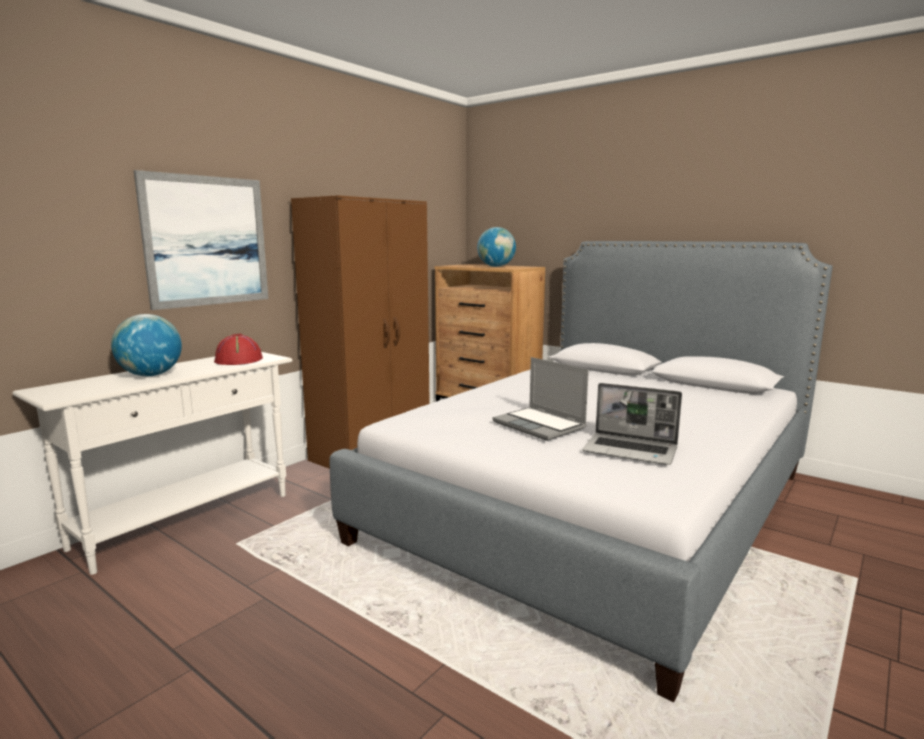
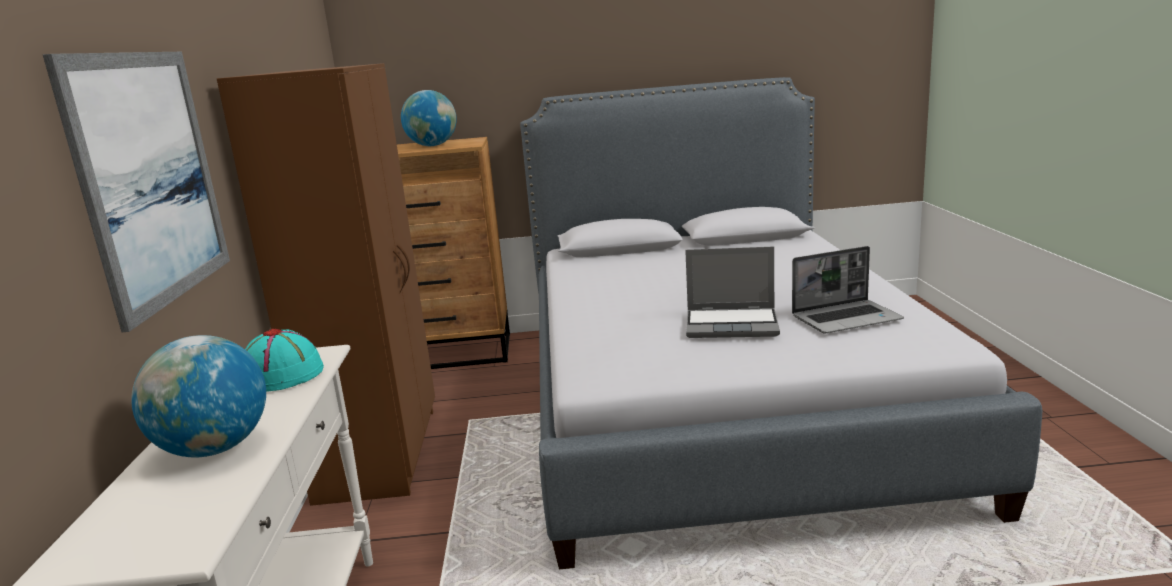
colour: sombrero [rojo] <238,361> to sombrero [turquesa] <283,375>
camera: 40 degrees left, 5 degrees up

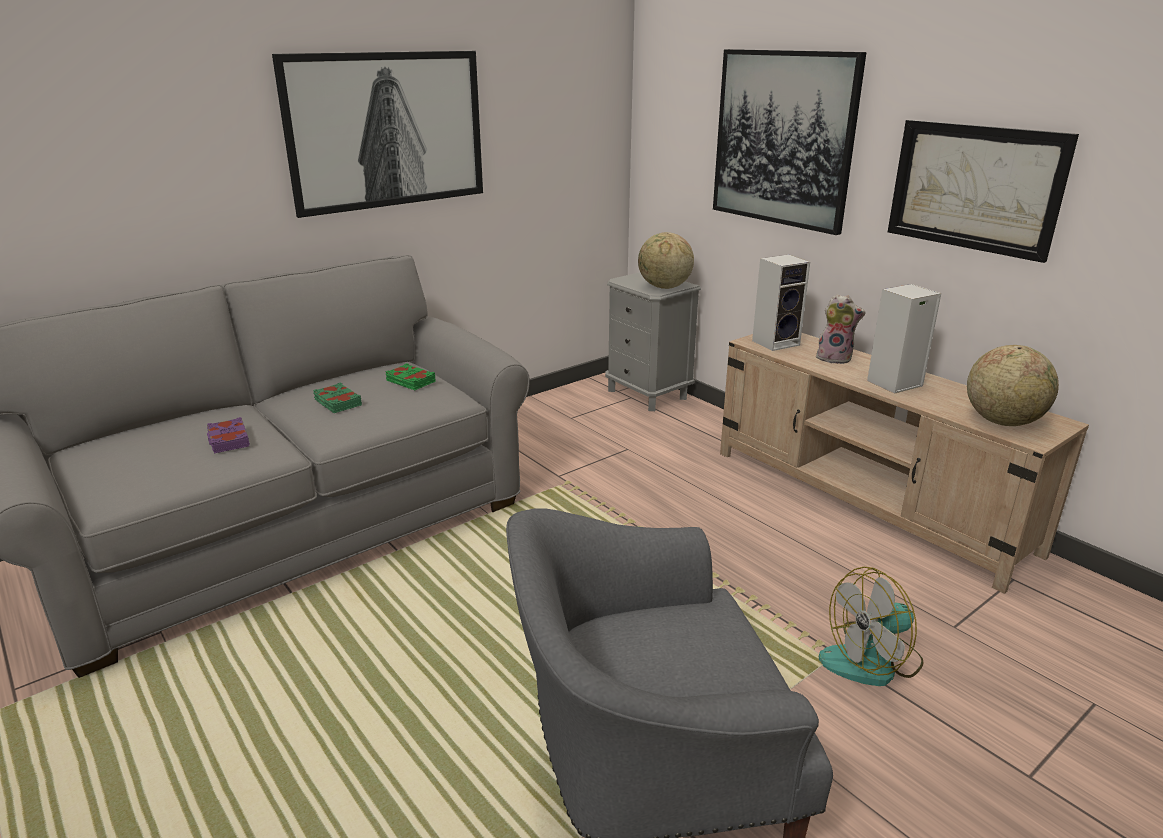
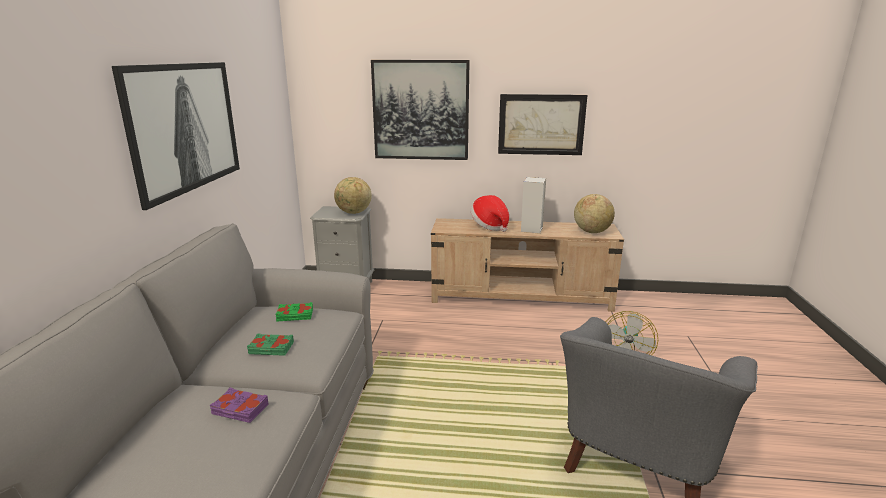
missing: altavoz <776,342>
exchanged: peluche <835,358> to sombrero <490,226>
camera: 45 degrees left, 5 degrees down

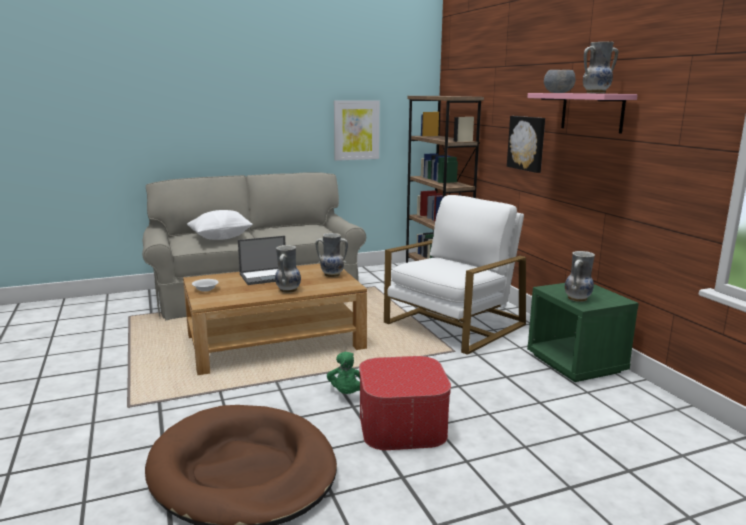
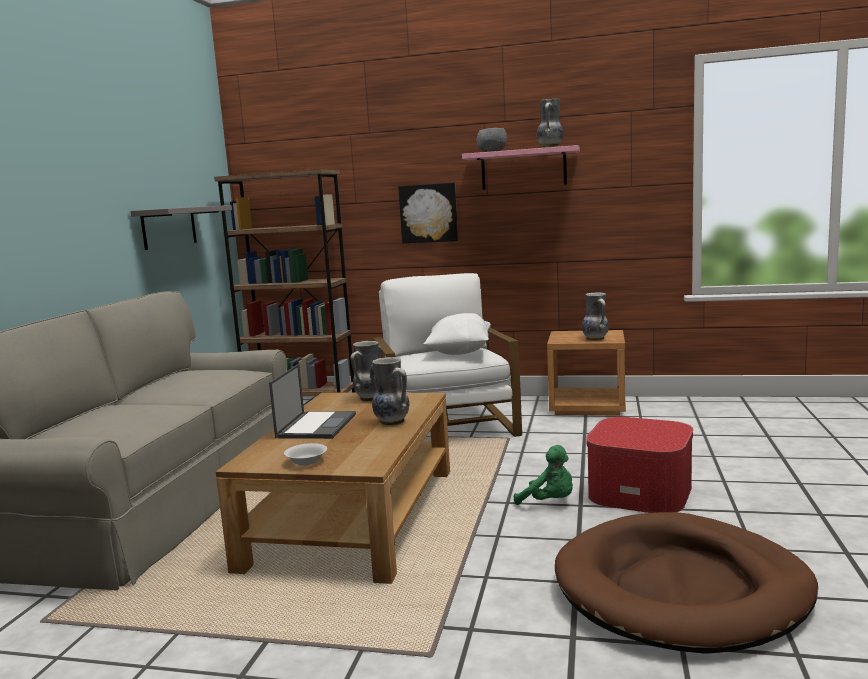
relocated: cojín [blanco] <221,238> to <459,352>
exchanged: cuadro <356,130> to estante [gris] <169,227>
colour: mesita de noche [verde] <576,364> to mesita de noche [marrón] <588,406>
camera: 55 degrees left, 5 degrees down

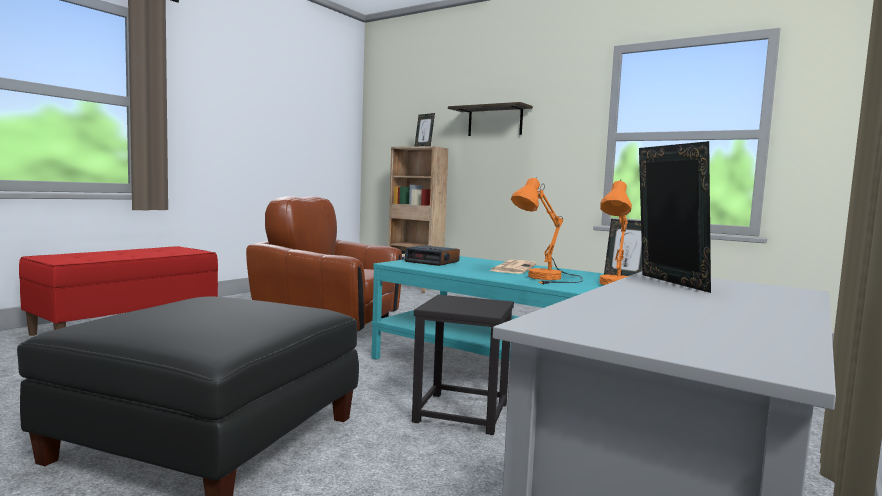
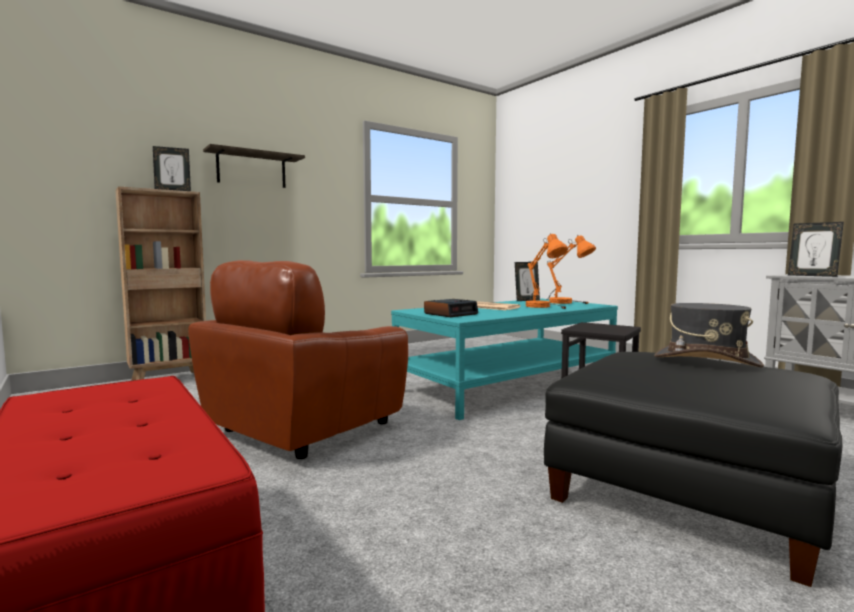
appeared: sombrero [gris] <706,361>
spun: portarretratos <666,283> = <812,275> 135 degrees counterclockwise
camera: 70 degrees left, 0 degrees up

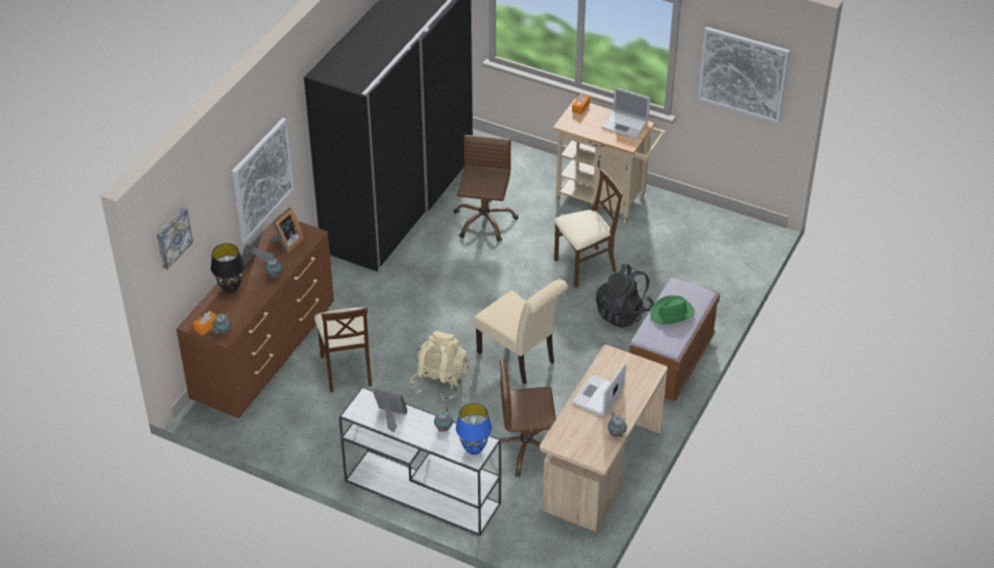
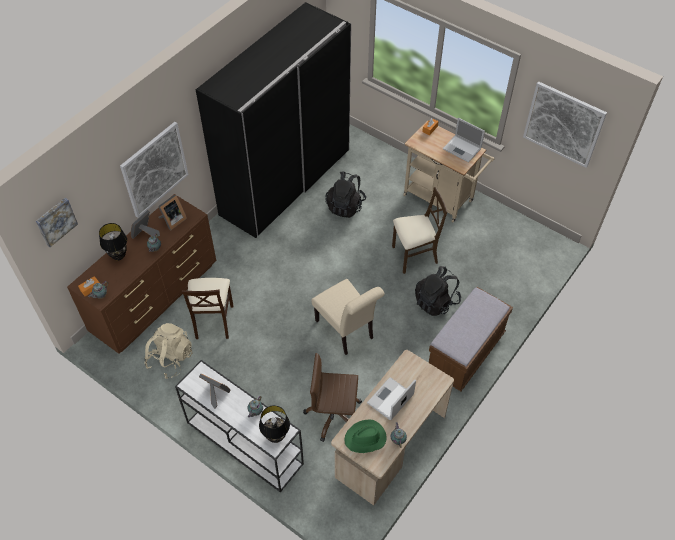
relocated: mochila [beis] <440,381> to <170,359>; sombrero [verde] <672,313> to <365,438>
exchanged: silla de oficina [marrón] <484,221> to mochila [negro] <345,206>
colour: lámpara de mesa [azul] <474,449> to lámpara de mesa [negro] <276,436>
camera: 10 degrees right, 10 degrees up

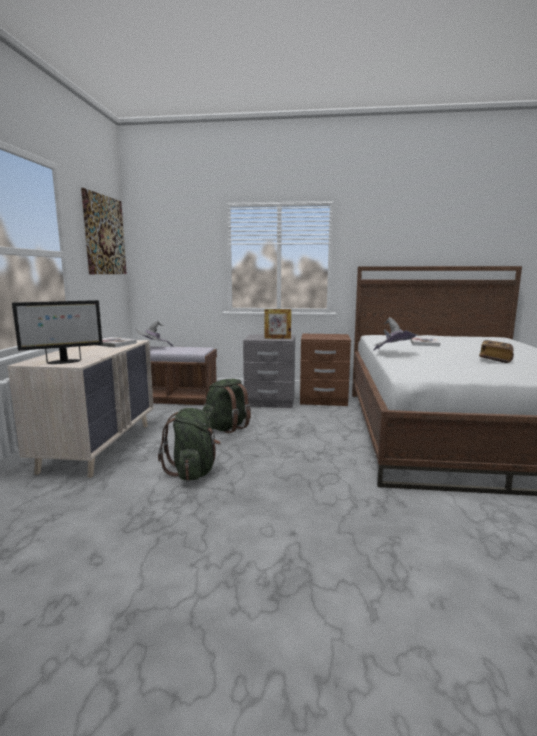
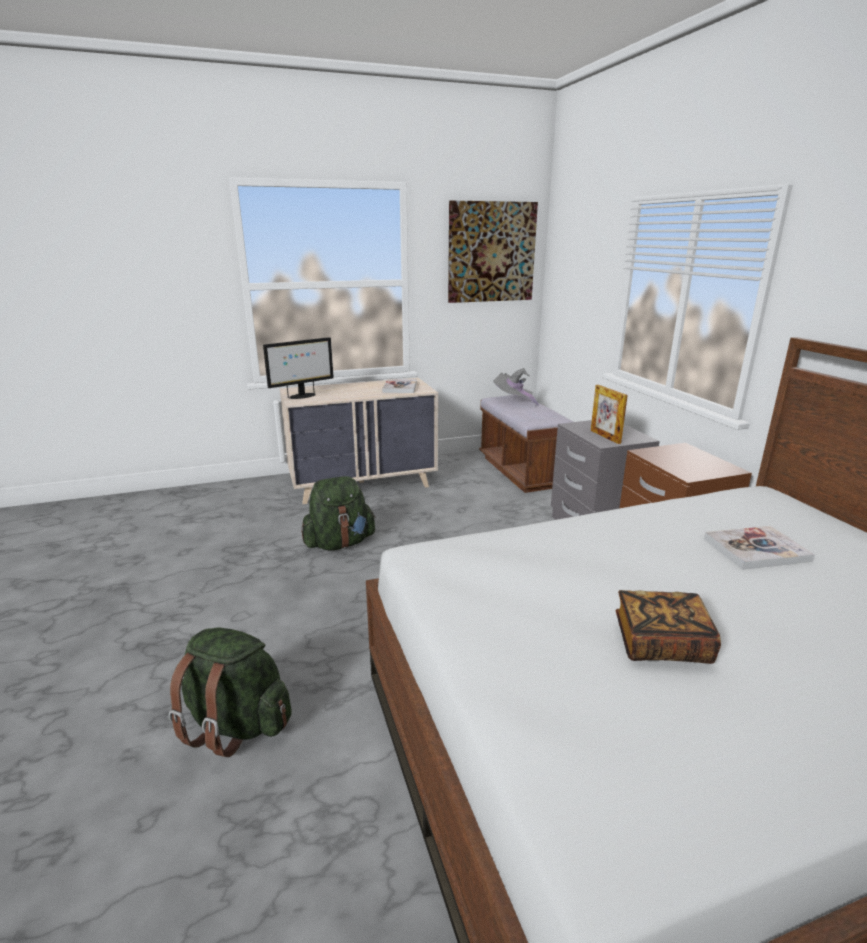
missing: sombrero [gris] <393,354>
relocated: mochila [verde] <227,427> to <237,724>
spun: monitor <63,362> = <302,396> 75 degrees counterclockwise
camera: 65 degrees right, 10 degrees up

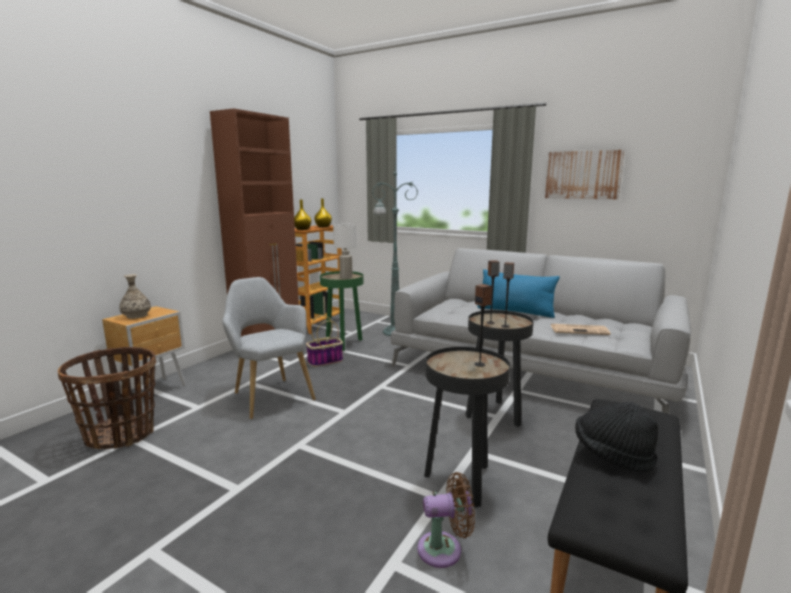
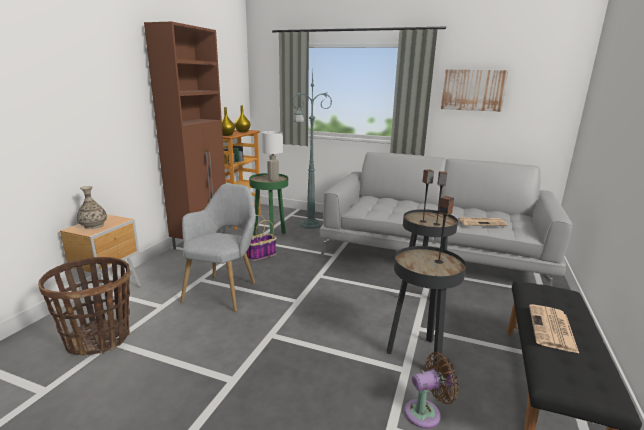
missing: cojín [azul] <515,311>
exchanged: sombrero [negro] <612,455> to periódico <552,329>
spun: sillón [gris] <270,395> = <224,290> 60 degrees clockwise
camera: 10 degrees left, 5 degrees up

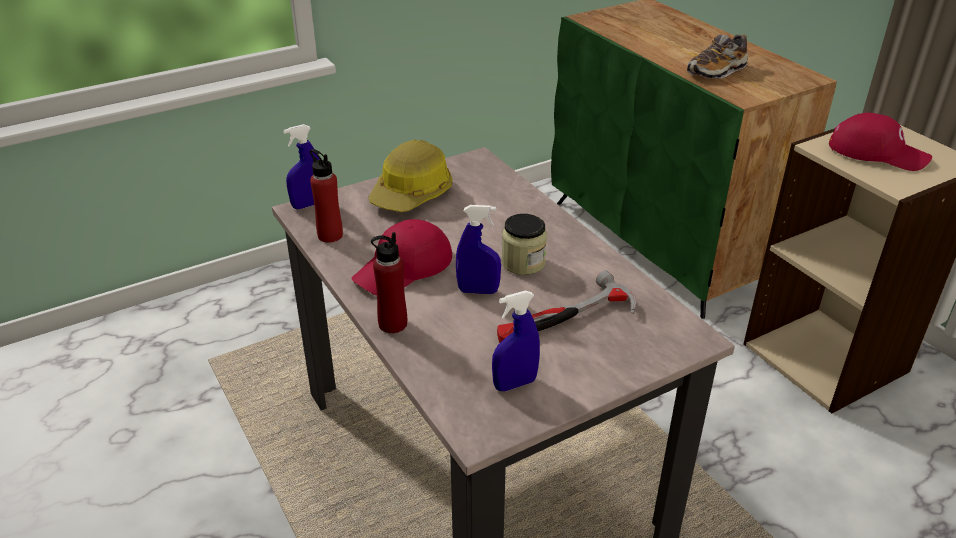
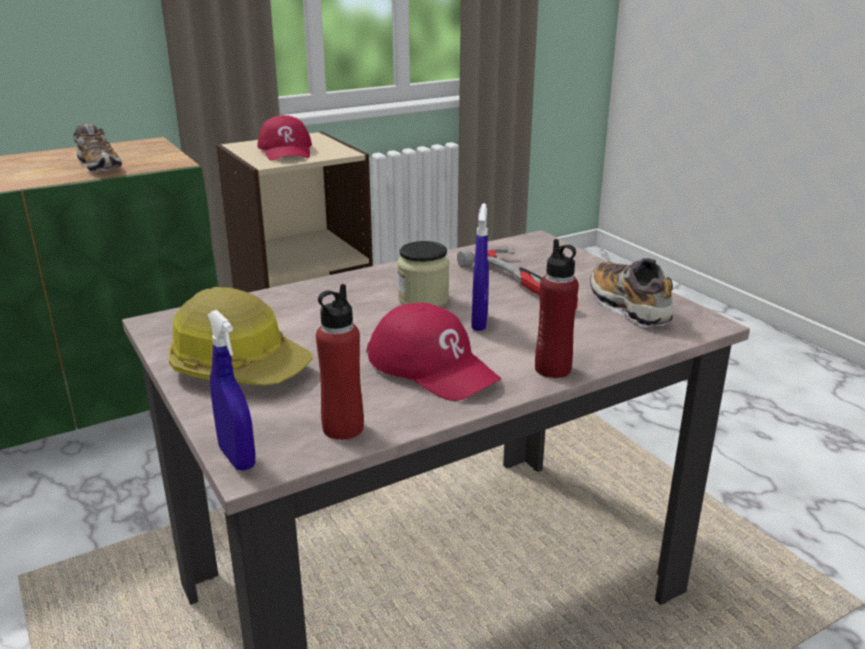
exchanged: pulverizador [azul] <515,384> to zapato <628,306>
spun: gorra [rojo] <877,152> = <286,151> 135 degrees clockwise
camera: 90 degrees left, 10 degrees down

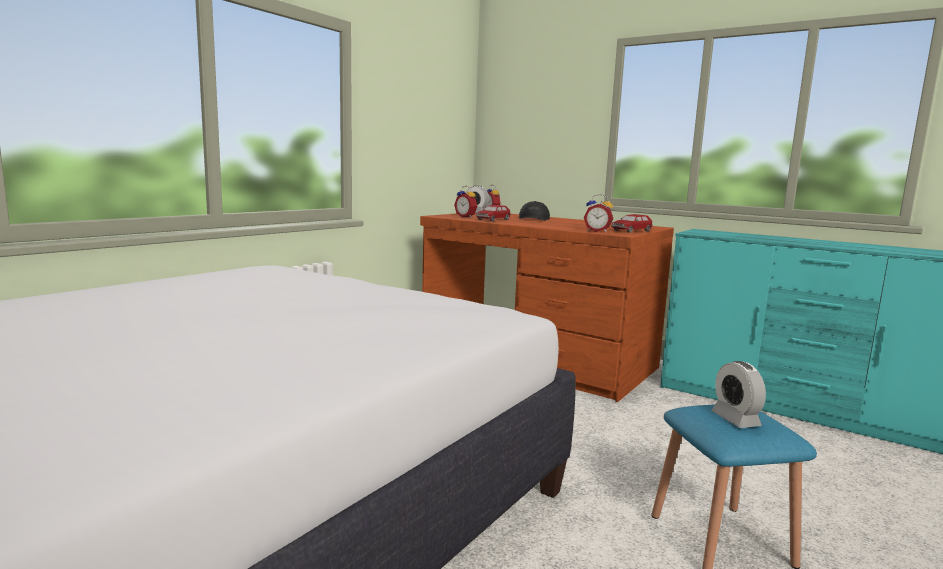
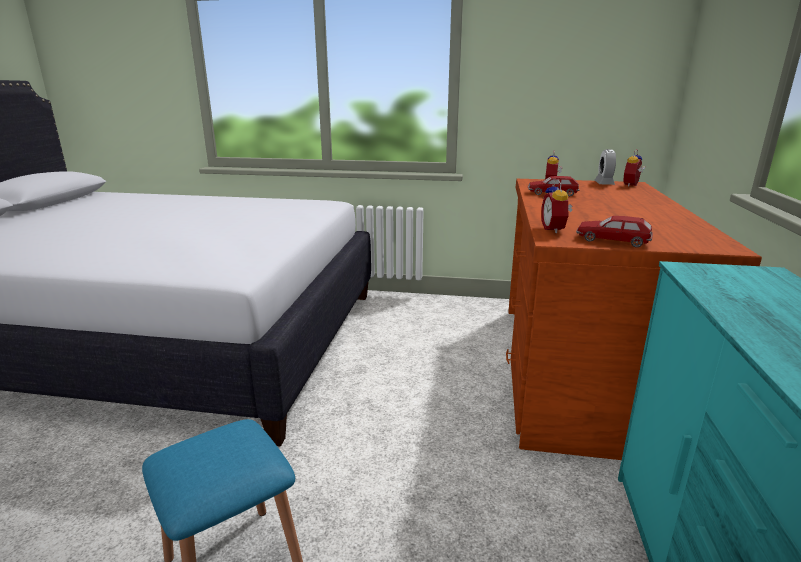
missing: gorra [negro] <533,219>; despertador <735,419>
camera: 65 degrees right, 10 degrees up

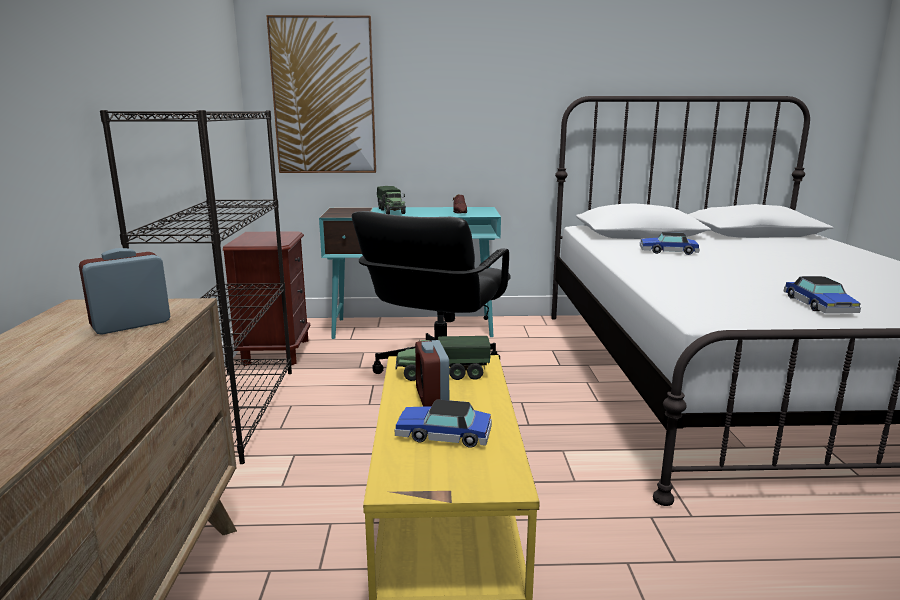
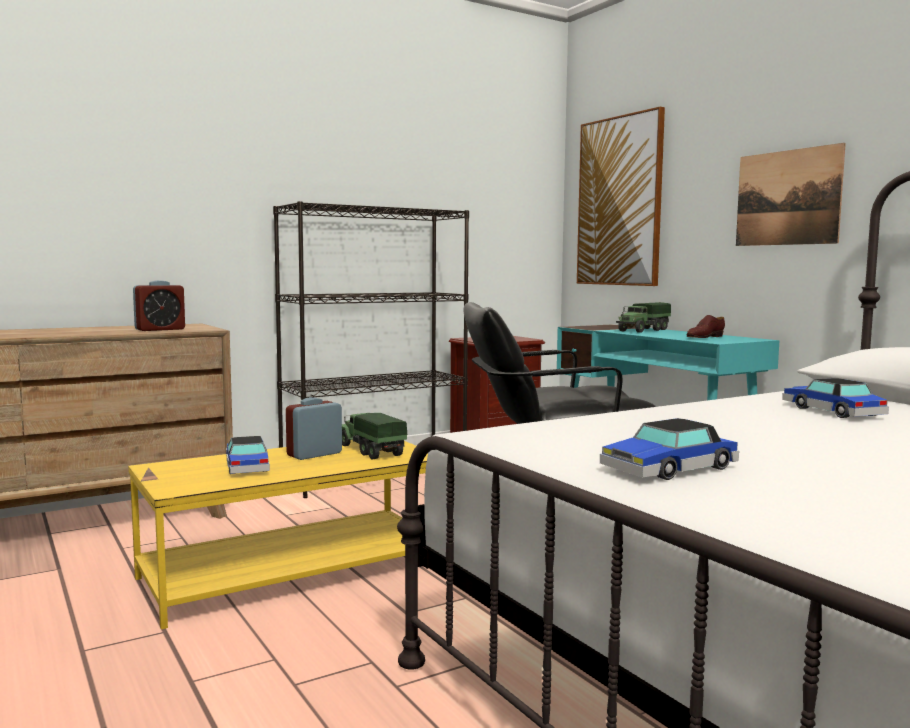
appeared: cuadro <787,197>
spun: despertador <131,324> = <160,329> 120 degrees clockwise
camera: 60 degrees right, 10 degrees down

